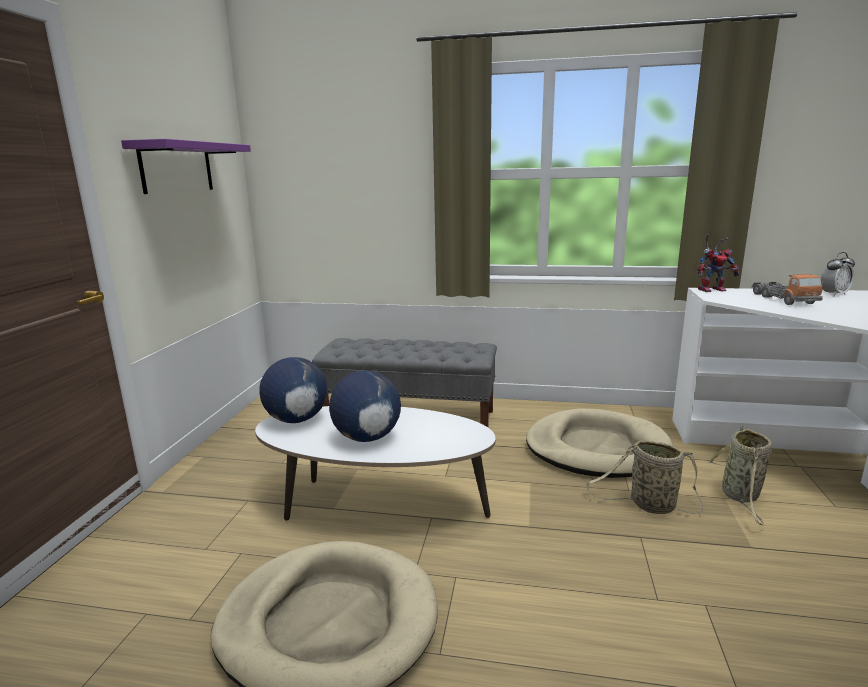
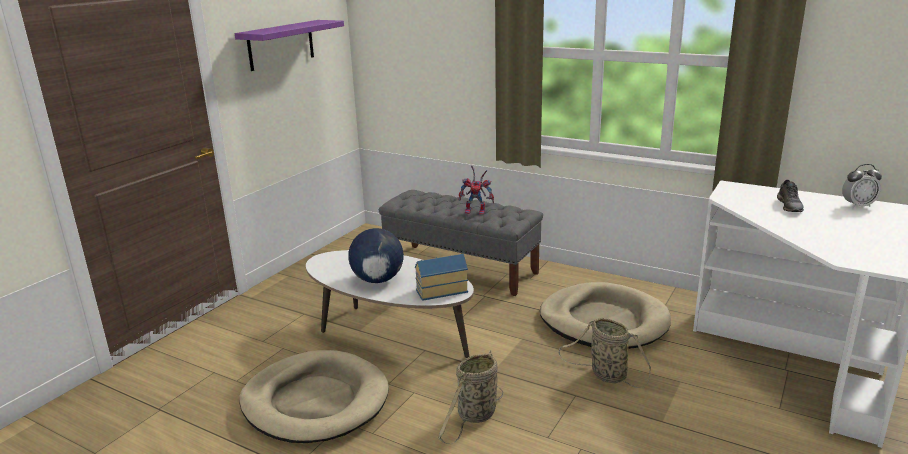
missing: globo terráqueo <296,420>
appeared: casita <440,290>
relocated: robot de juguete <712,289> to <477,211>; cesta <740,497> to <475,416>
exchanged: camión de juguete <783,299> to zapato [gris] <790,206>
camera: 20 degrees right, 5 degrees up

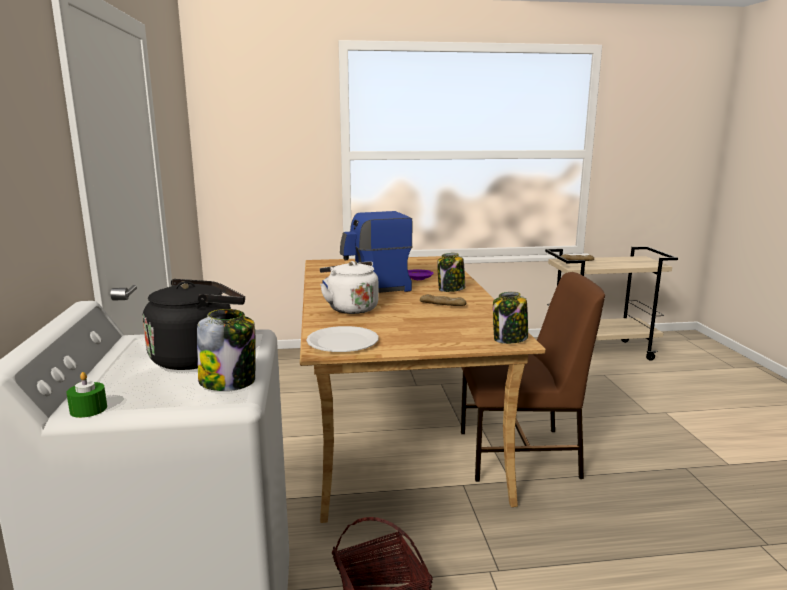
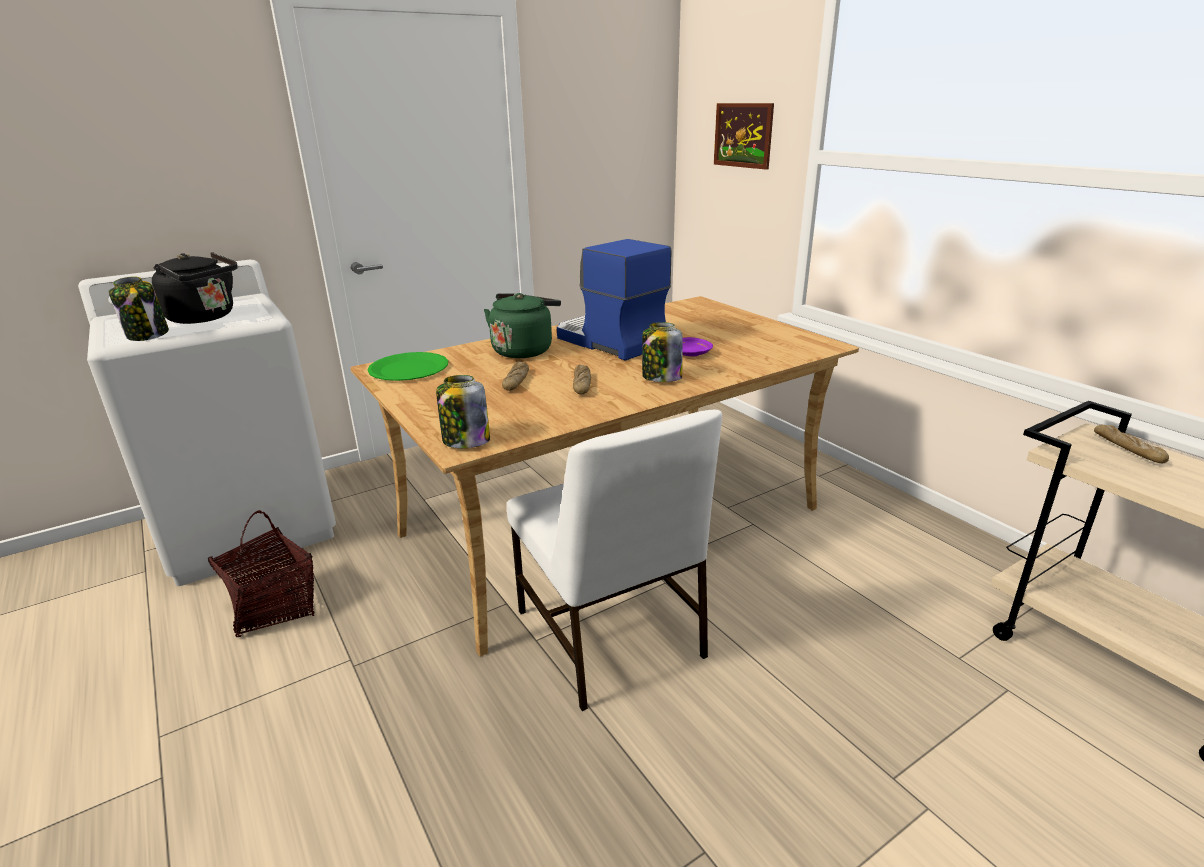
missing: vela [verde] <88,409>
appeared: pan <516,381>; cuadro <743,135>
colour: plato [blanco] <342,341> to plato [verde] <408,369>; hervidor [blanco] <350,308> to hervidor [verde] <524,350>; silla [marrón] <521,454> to silla [blanco] <609,636>
camera: 65 degrees right, 10 degrees up

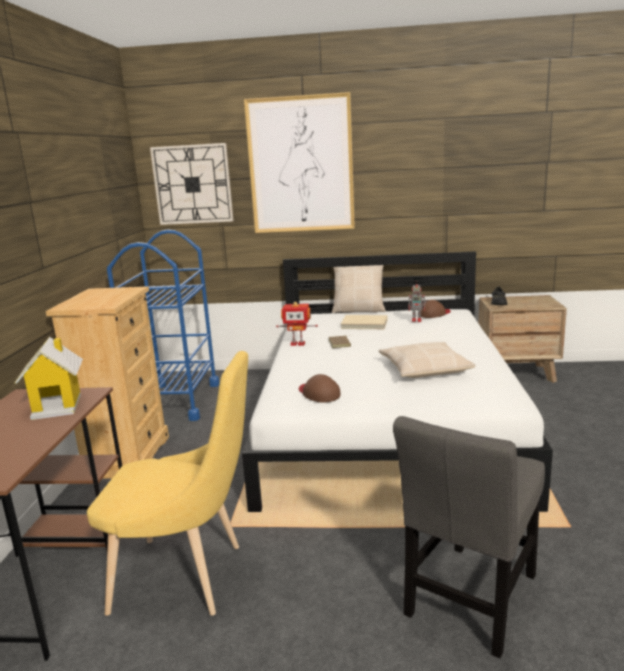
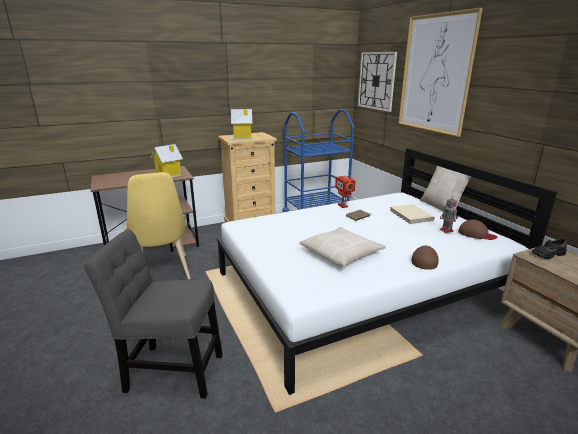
appeared: casita <242,138>
relocated: gorra [marrón] <318,393> to <424,260>
camera: 60 degrees right, 5 degrees up

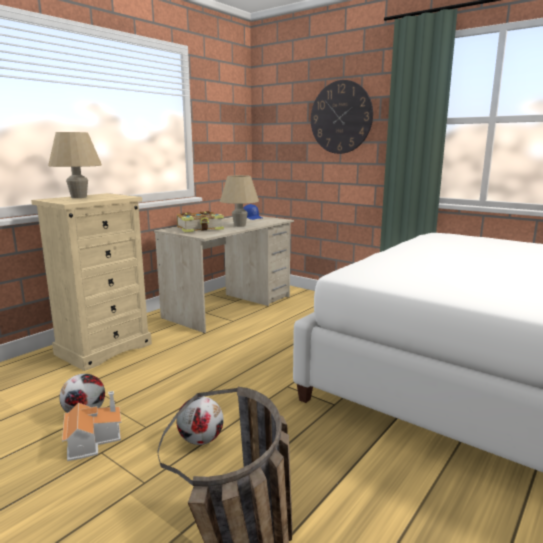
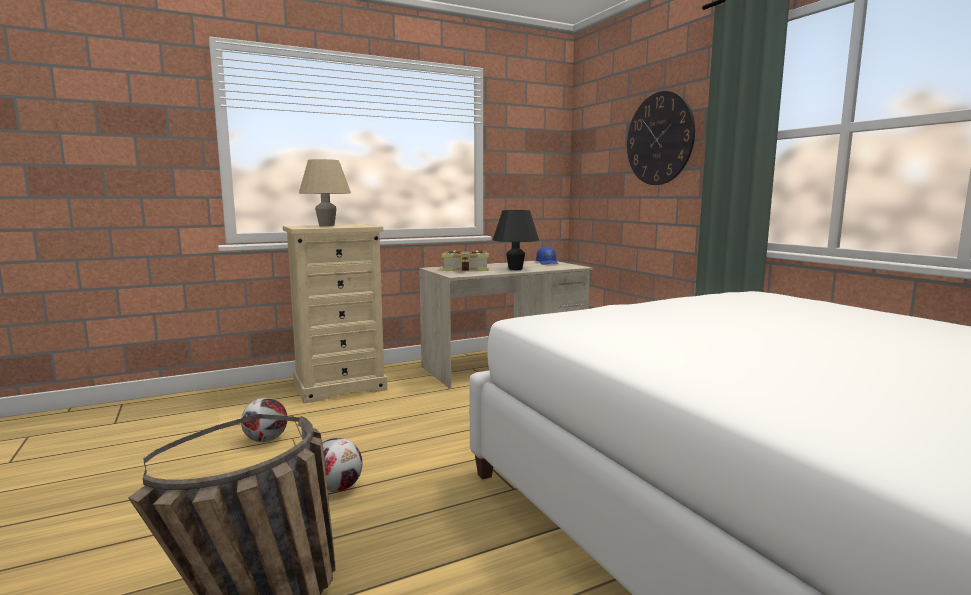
missing: casita <92,439>
colour: lámpara de mesa [beis] <239,225> to lámpara de mesa [negro] <515,269>
camera: 25 degrees right, 5 degrees down

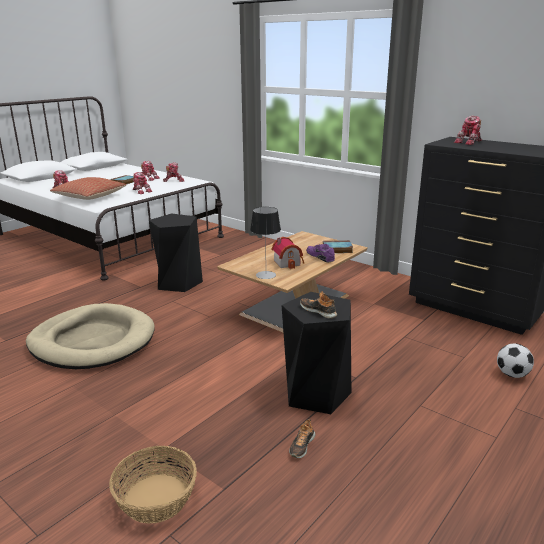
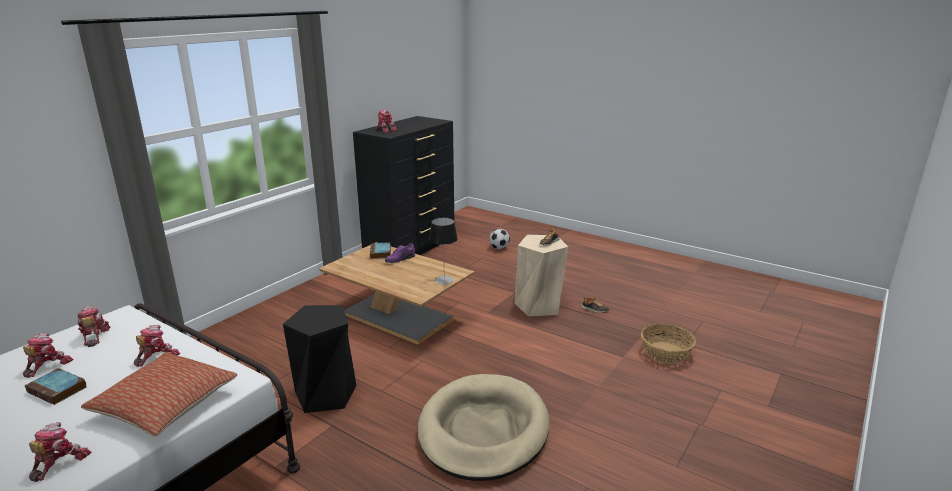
missing: casita <288,262>
colour: taburete [negro] <316,393> to taburete [beis] <539,305>
camera: 95 degrees left, 0 degrees up

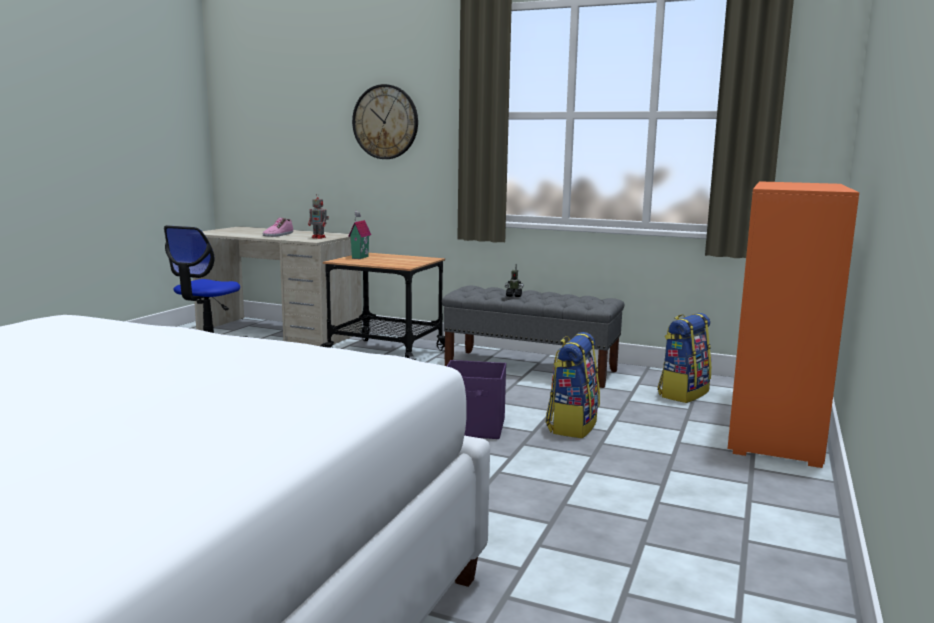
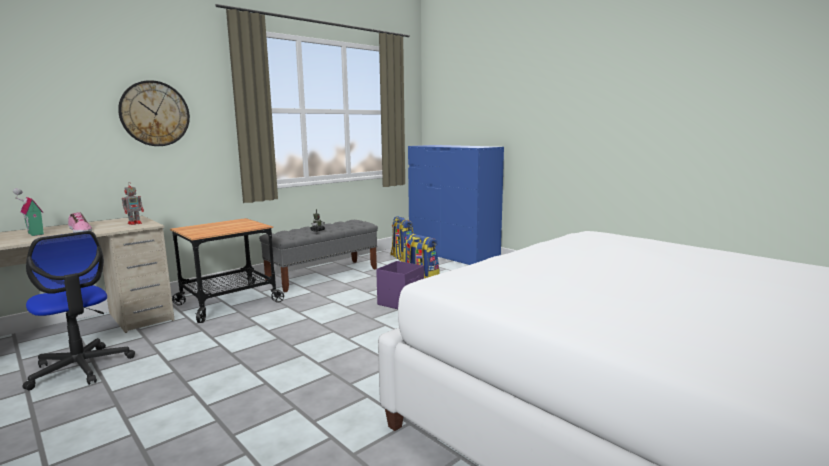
relocated: casita <359,257> to <34,234>
colour: cómoda [naranja] <775,423> to cómoda [azul] <453,255>
camera: 65 degrees left, 0 degrees up

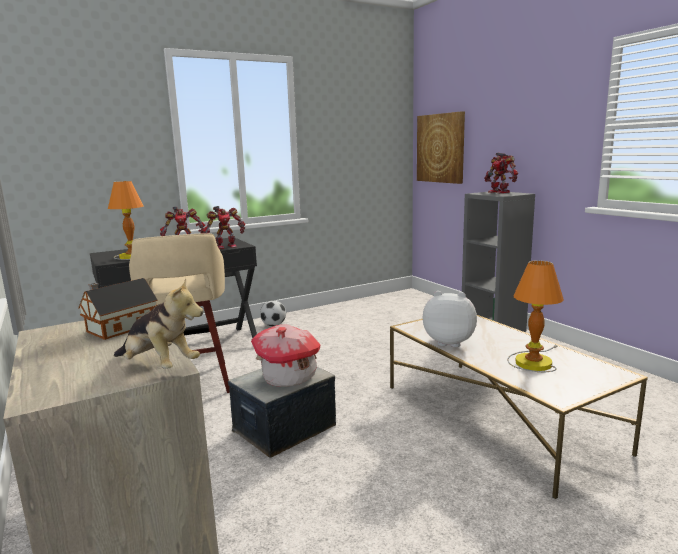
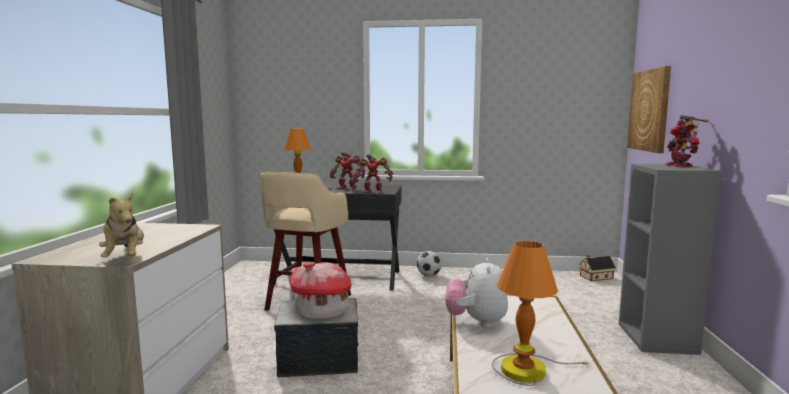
relocated: casita <119,328> to <595,277>
spun: peluche <449,342> = <476,322> 135 degrees counterclockwise
camera: 35 degrees right, 5 degrees down

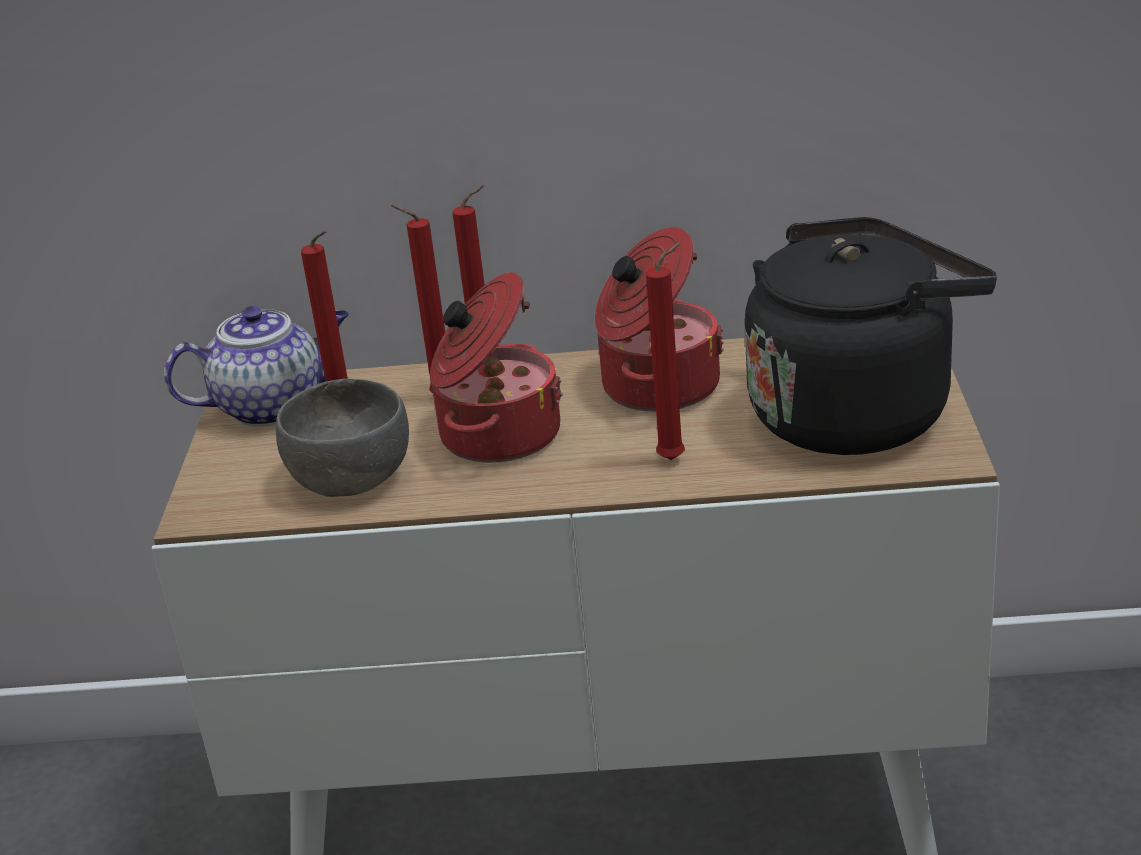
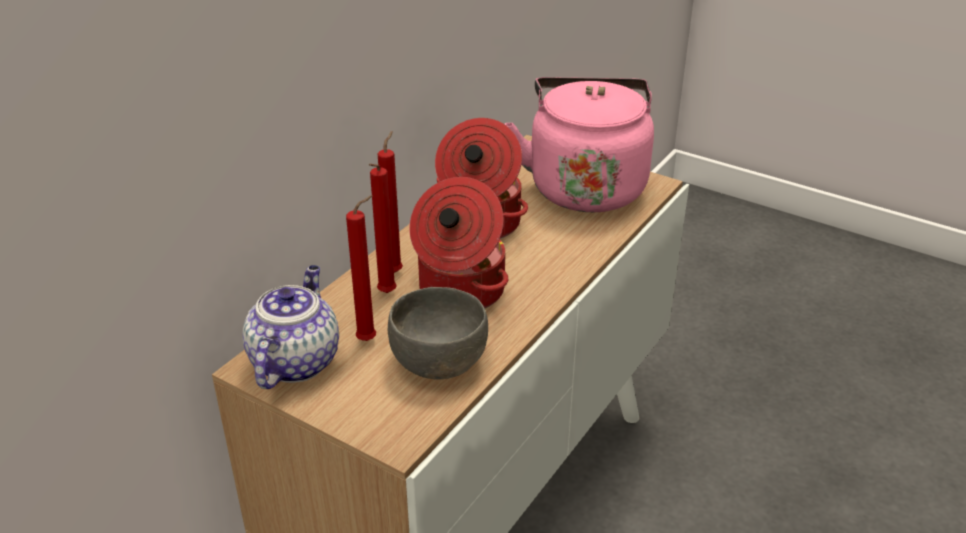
missing: vela [rojo] <675,459>
colour: hervidor [negro] <858,412> to hervidor [rosa] <585,186>
camera: 60 degrees left, 5 degrees up

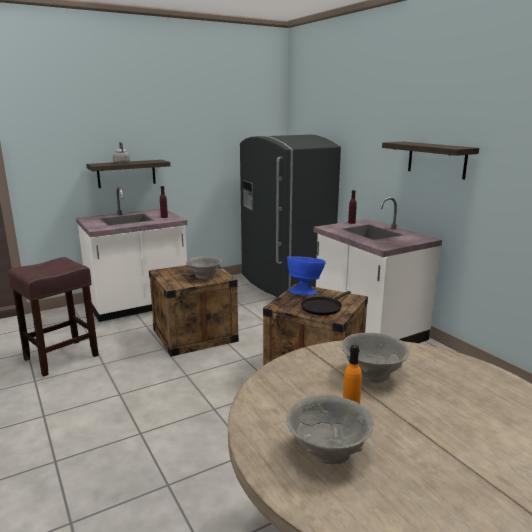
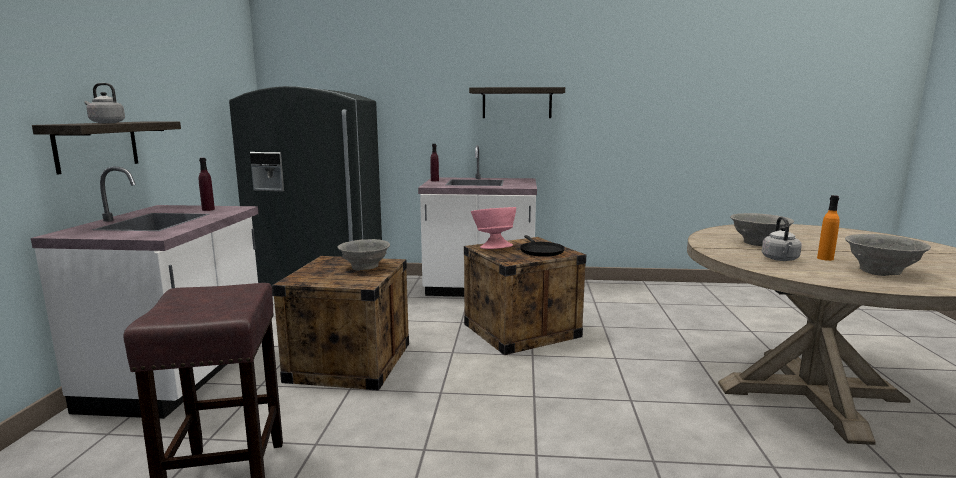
appeared: hervidor [gris] <780,259>
colour: cuenco [azul] <305,292> to cuenco [rosa] <493,248>
camera: 55 degrees left, 5 degrees down

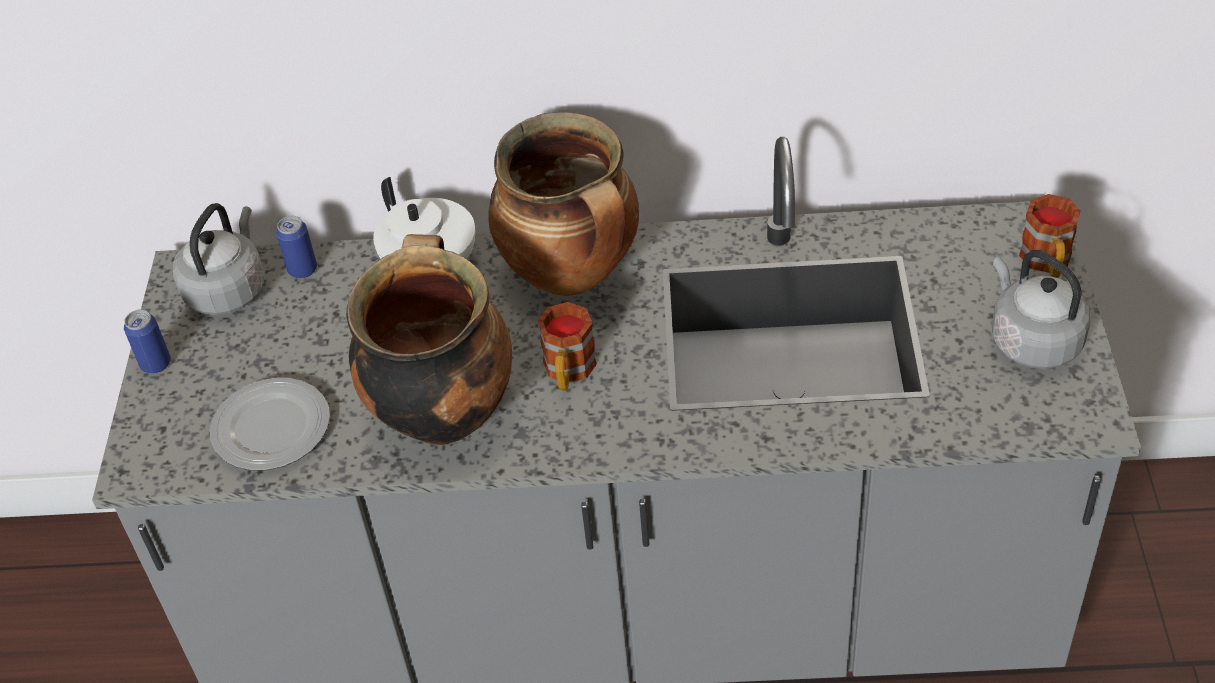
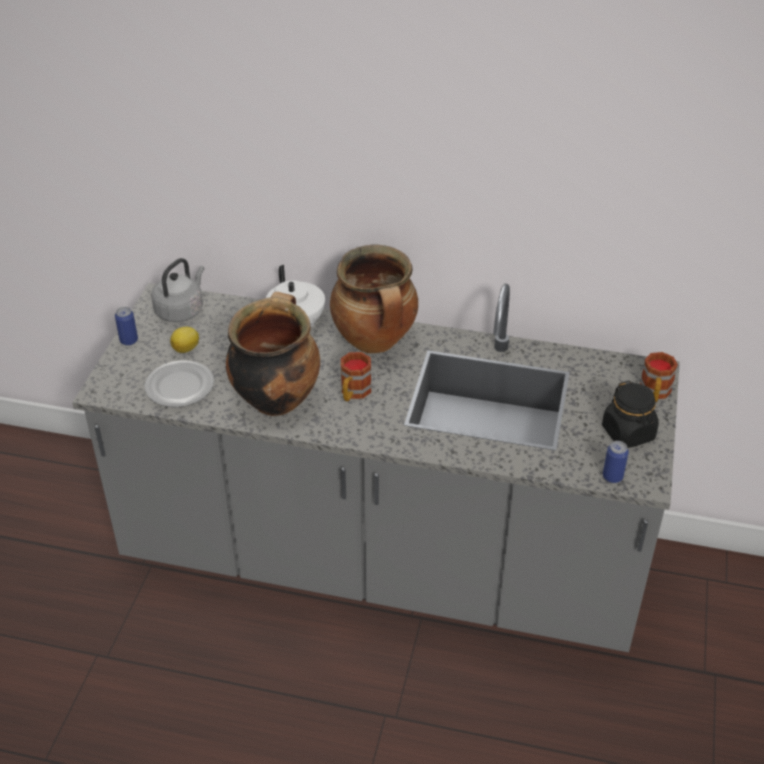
appeared: limón <186,349>
relocated: lata <302,270> to <612,477>
exchanged: hervidor [gris] <1031,340> to tarro [negro] <628,433>
camera: 10 degrees right, 5 degrees down

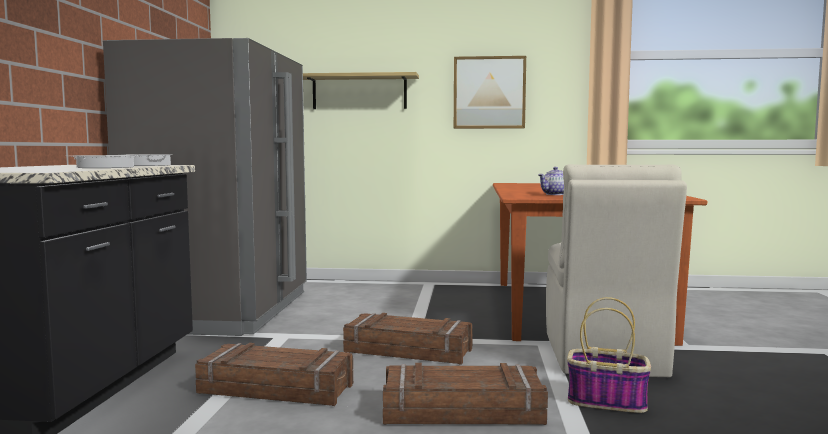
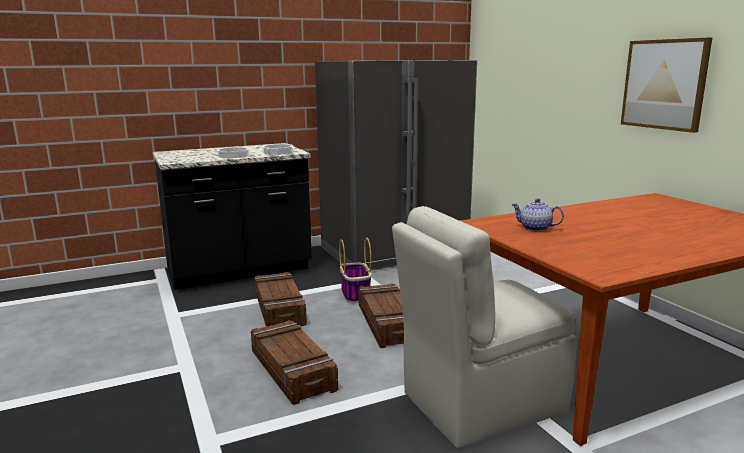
missing: estante <359,92>
relocated: cesta <607,401> to <356,294>
camera: 60 degrees right, 10 degrees up

